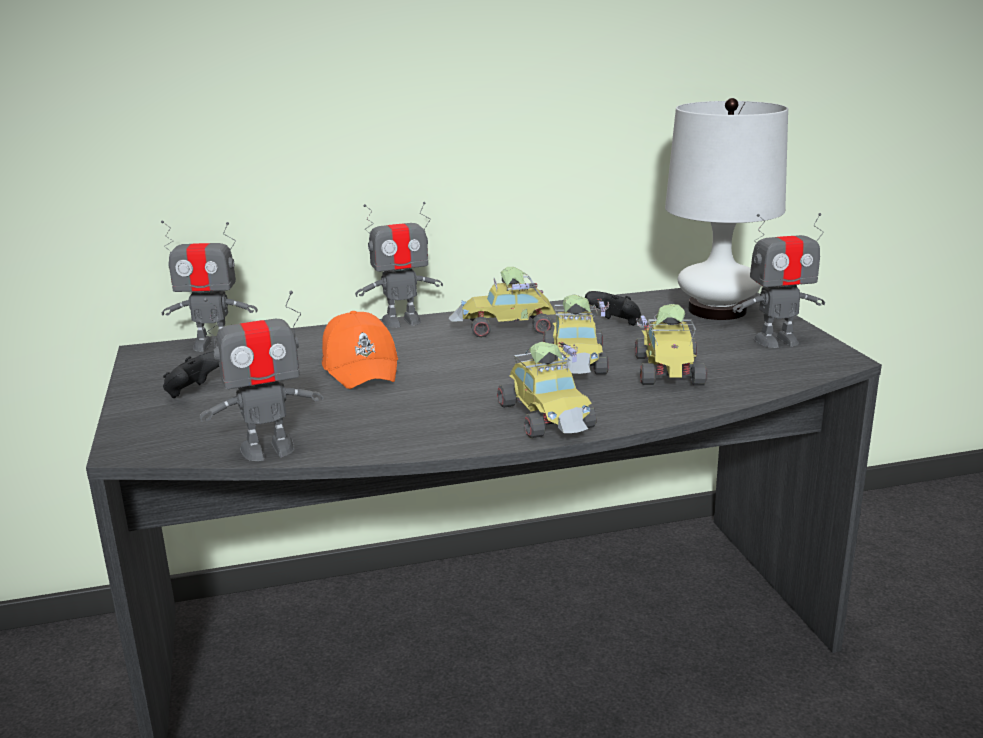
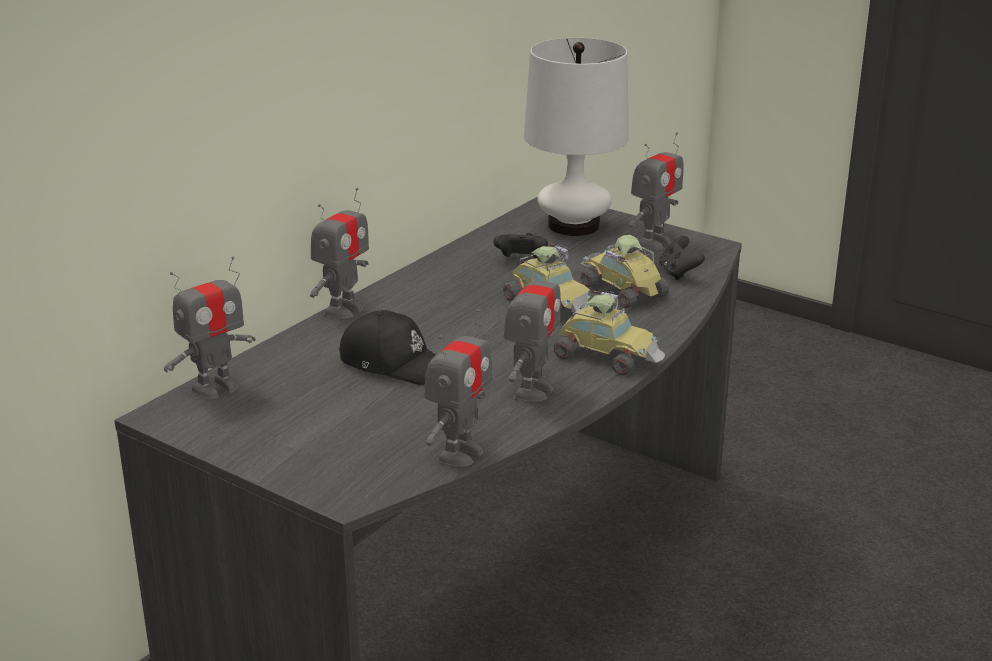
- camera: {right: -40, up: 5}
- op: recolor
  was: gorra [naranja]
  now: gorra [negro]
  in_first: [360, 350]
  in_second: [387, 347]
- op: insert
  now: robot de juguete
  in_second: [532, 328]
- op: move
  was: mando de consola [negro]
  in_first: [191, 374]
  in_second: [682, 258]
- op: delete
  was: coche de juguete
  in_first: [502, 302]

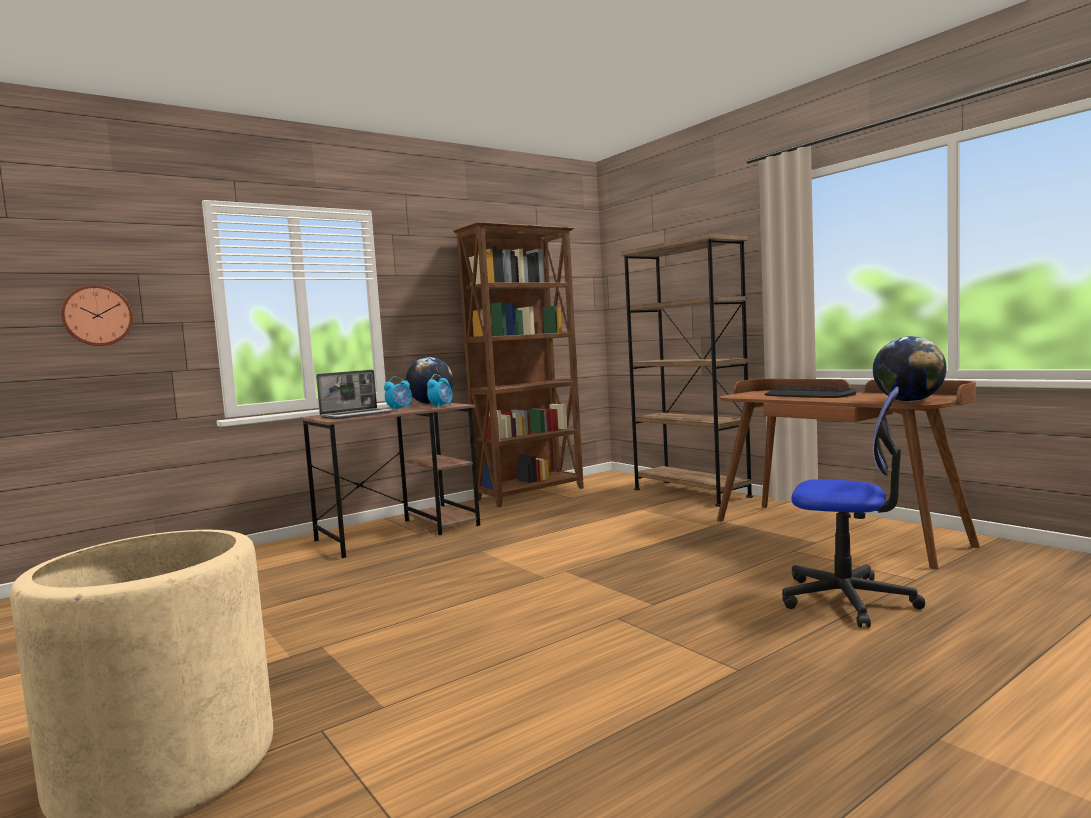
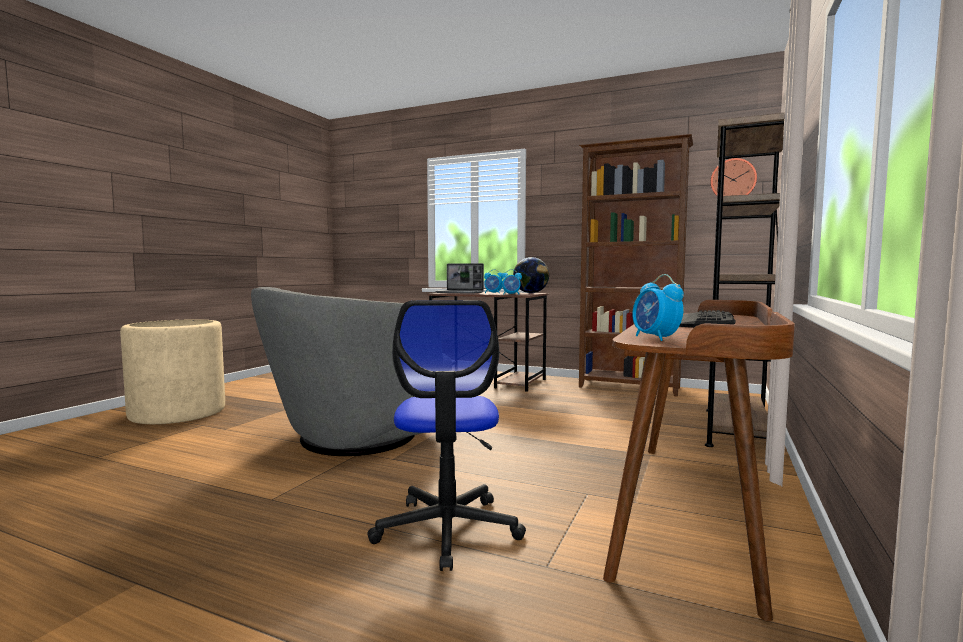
- camera: {right: 60, up: 0}
- op: insert
  now: sillón [gris]
  in_second: [336, 371]
- op: replace
  was: globo terráqueo
  now: despertador
  in_first: [910, 369]
  in_second: [658, 307]
- op: move
  was: reloj de pared
  in_first: [97, 315]
  in_second: [733, 177]

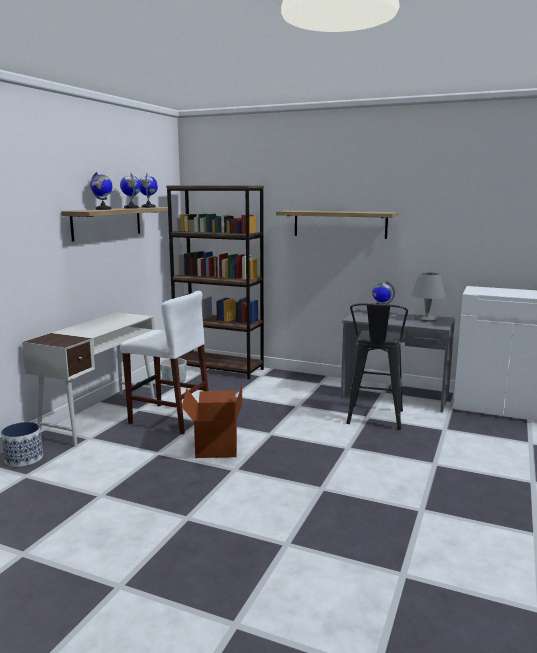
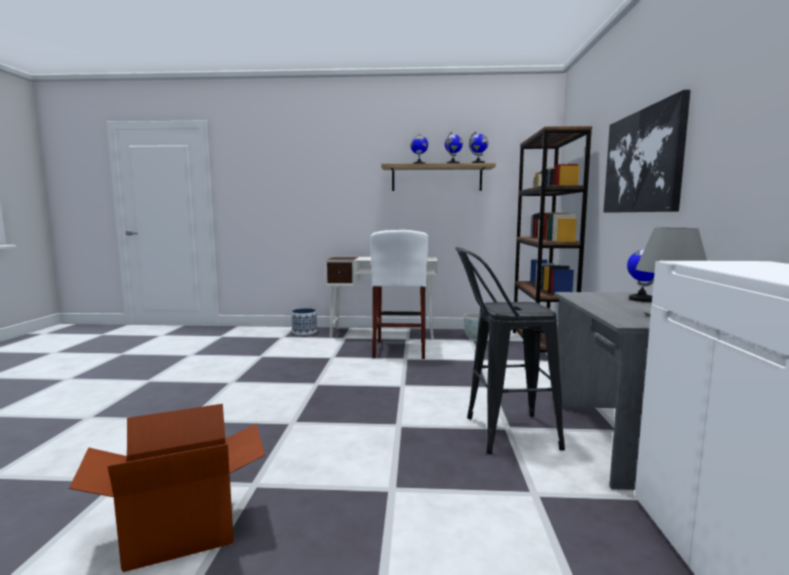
- camera: {right: 70, up: -5}
- op: move
  was: caja de cartón
  in_first: [212, 422]
  in_second: [167, 488]
- op: replace
  was: estante
  now: cuadro
  in_first: [337, 224]
  in_second: [647, 151]

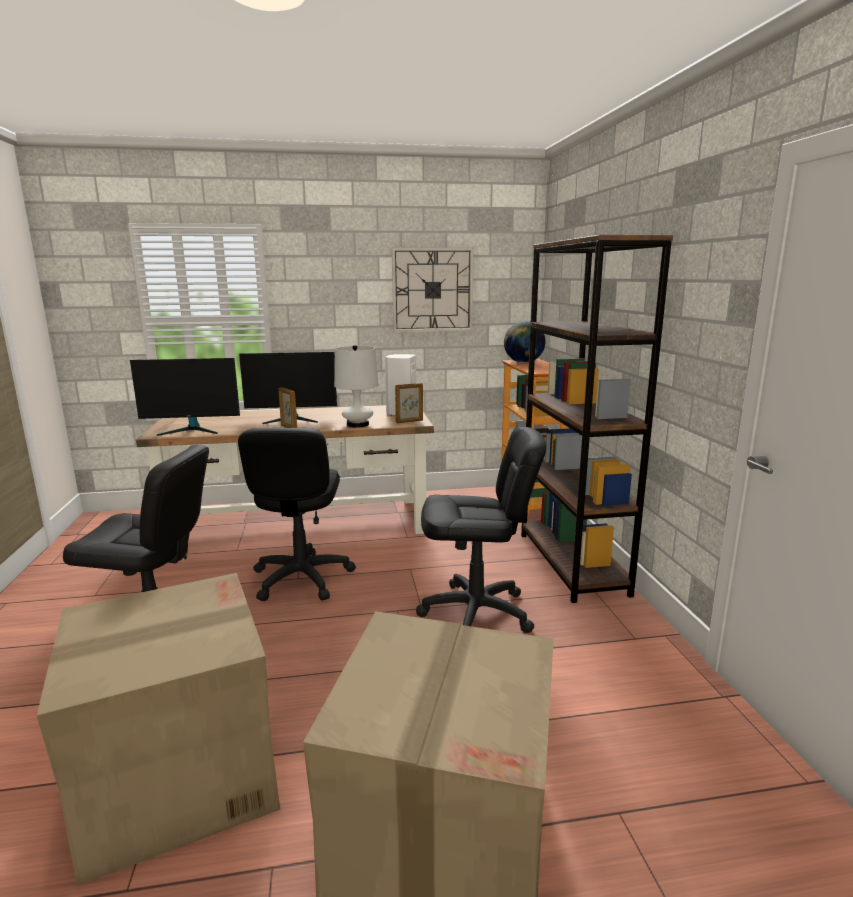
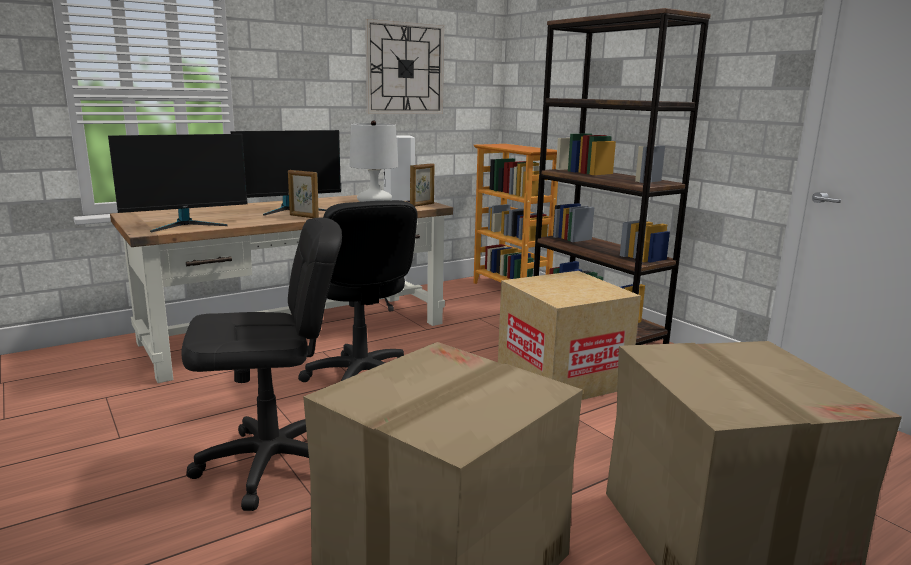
- camera: {right: -25, up: 0}
- op: replace
  was: silla de oficina [negro]
  now: caja de cartón
  in_first: [481, 530]
  in_second: [569, 335]
- op: delete
  was: globo terráqueo
  in_first: [525, 342]

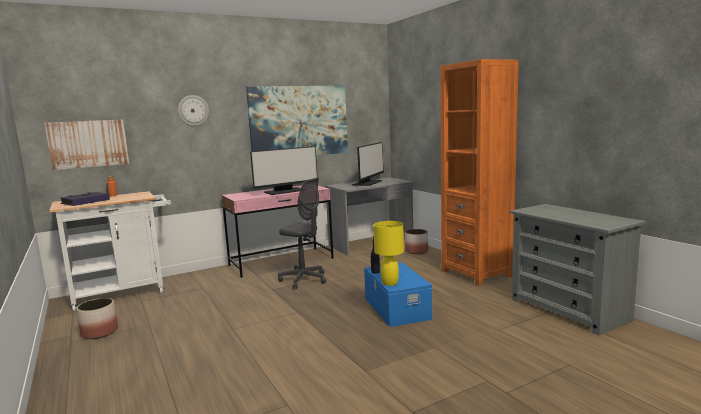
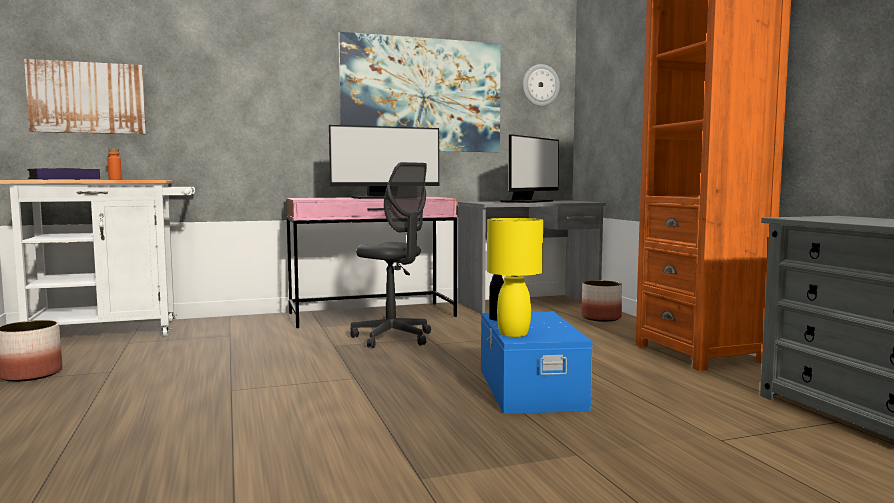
- camera: {right: 10, up: -5}
- op: move
  was: reloj de pared
  in_first: [193, 110]
  in_second: [541, 85]

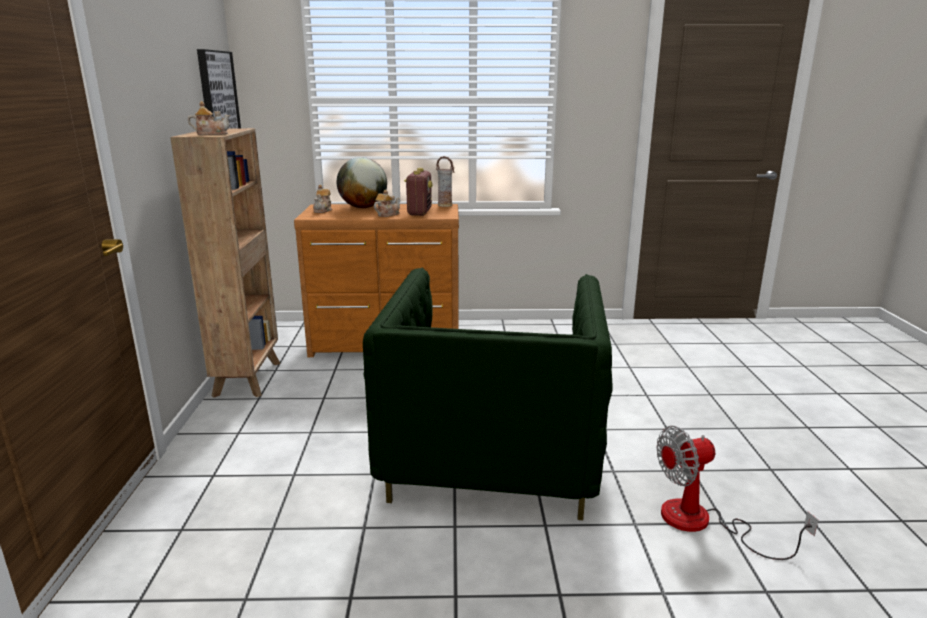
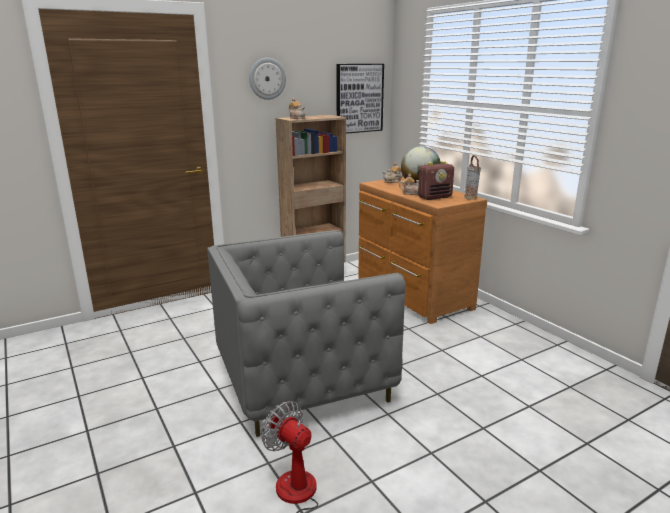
- camera: {right: 60, up: 0}
- op: recolor
  was: sillón [verde]
  now: sillón [gris]
  in_first: [488, 394]
  in_second: [306, 333]
- op: insert
  now: reloj de pared
  in_second: [267, 79]

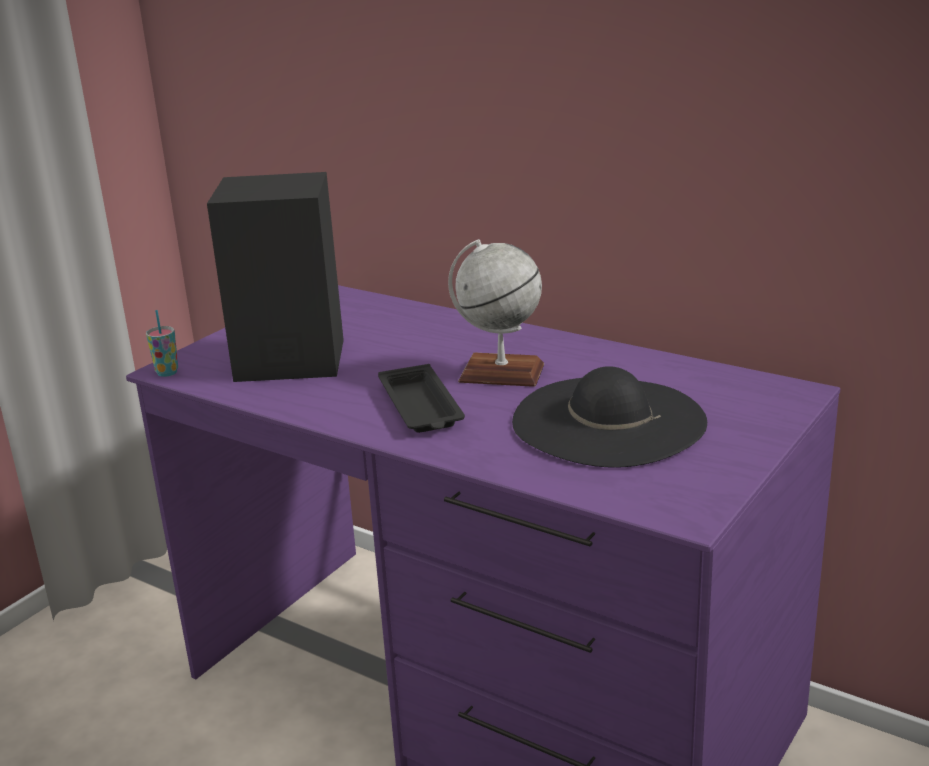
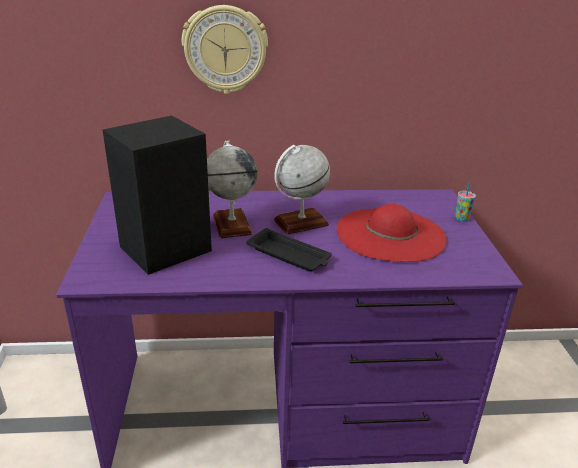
- camera: {right: -40, up: 5}
- op: insert
  now: reloj de pared
  in_second: [225, 49]
- op: insert
  now: globo terráqueo
  in_second: [232, 189]
- op: recolor
  was: sombrero [negro]
  now: sombrero [rojo]
  in_first: [609, 417]
  in_second: [392, 233]
- op: move
  was: taza
  in_first: [162, 343]
  in_second: [465, 202]

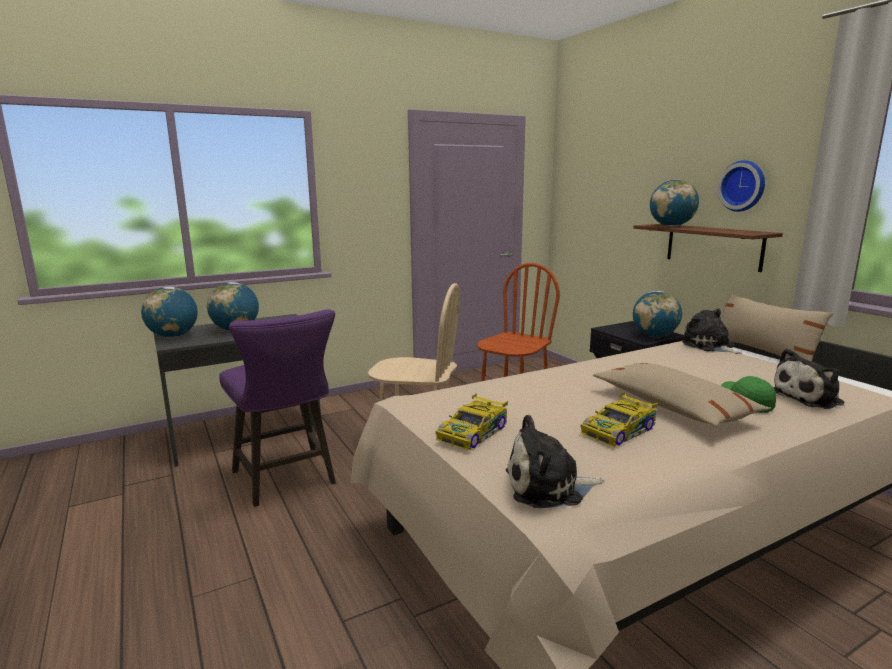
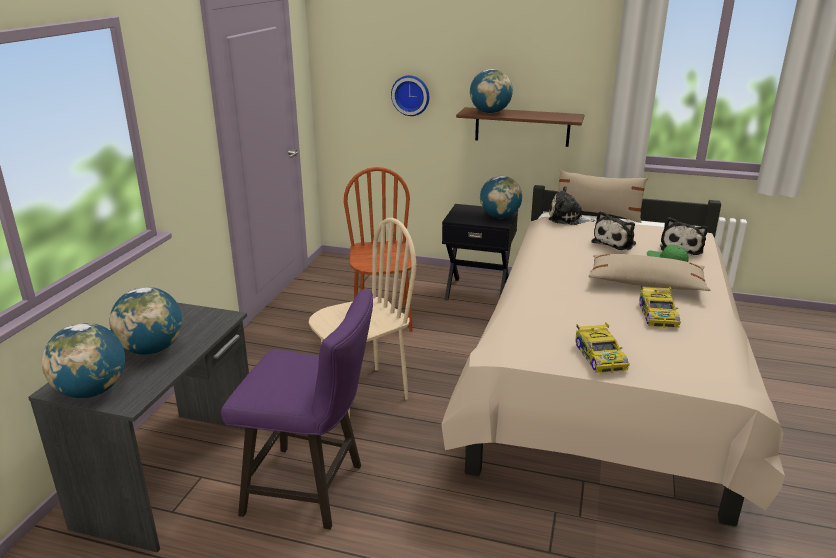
- camera: {right: -45, up: 10}
- op: move
  was: reloj de pared
  in_first: [741, 186]
  in_second: [410, 95]
- op: move
  was: peluche
  in_first: [555, 461]
  in_second: [614, 230]

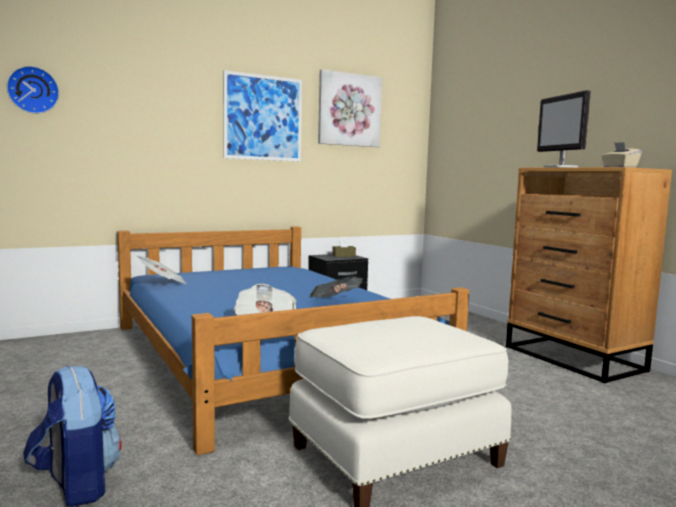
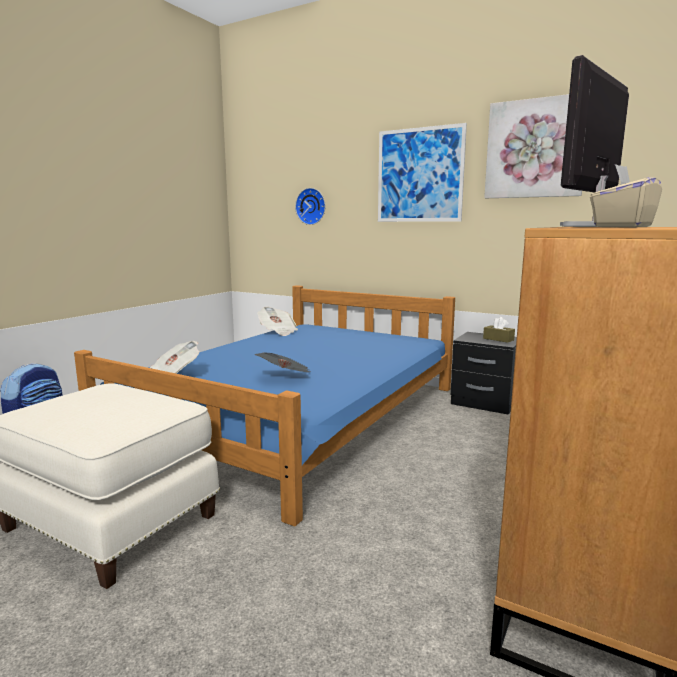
- camera: {right: 60, up: 5}
- op: move
  was: reloj de pared
  in_first: [32, 90]
  in_second: [310, 206]

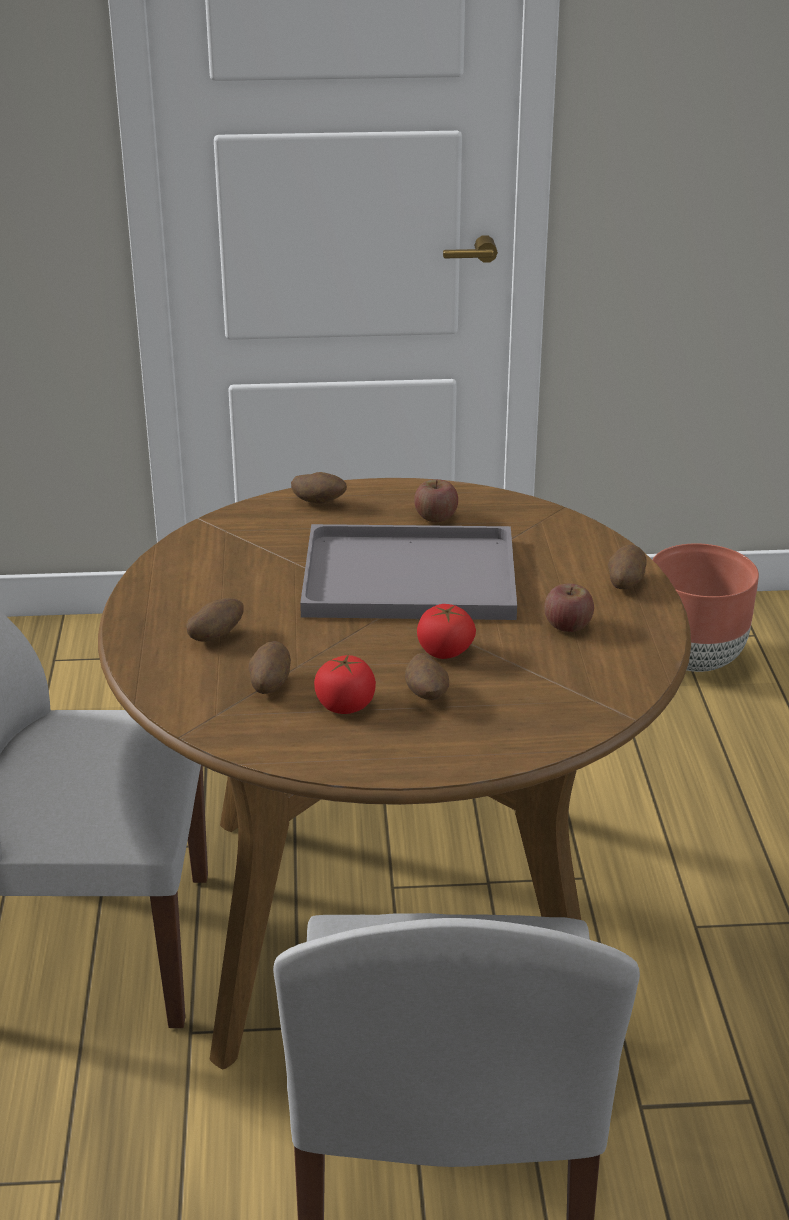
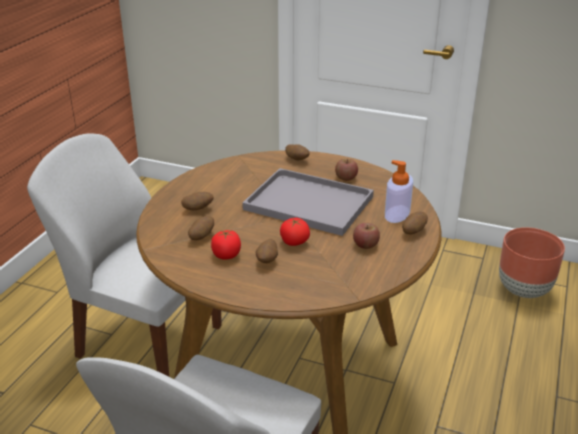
- camera: {right: 25, up: 0}
- op: insert
  now: dispensador de jabón
  in_second: [399, 191]

